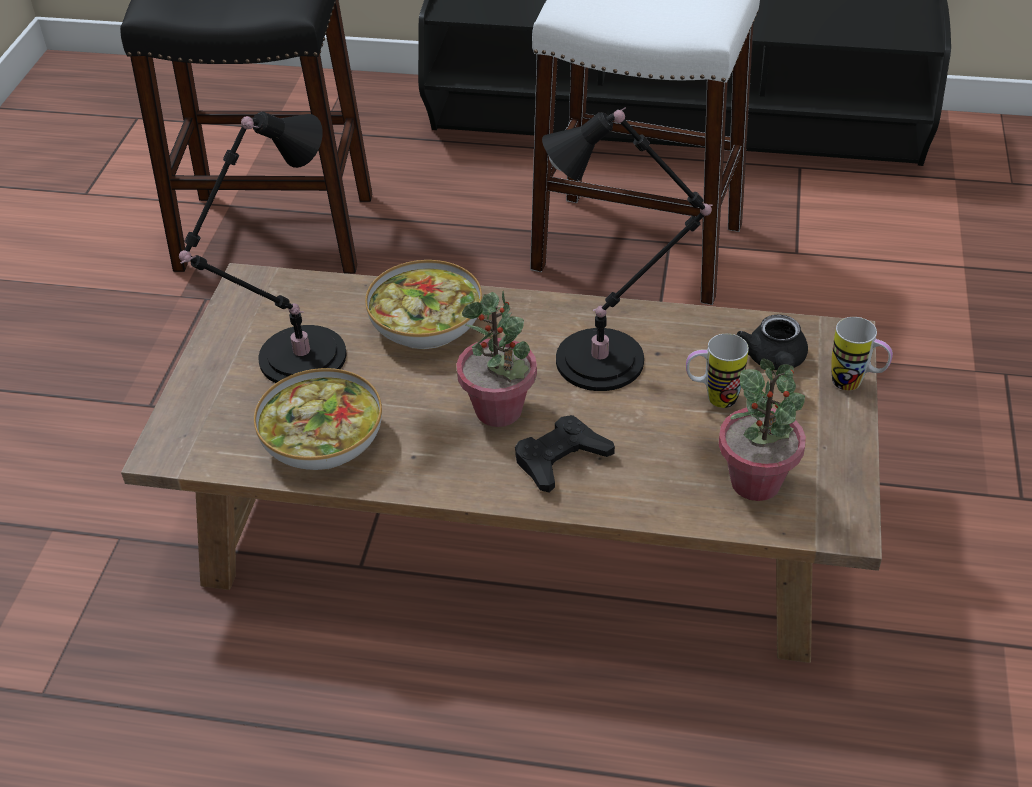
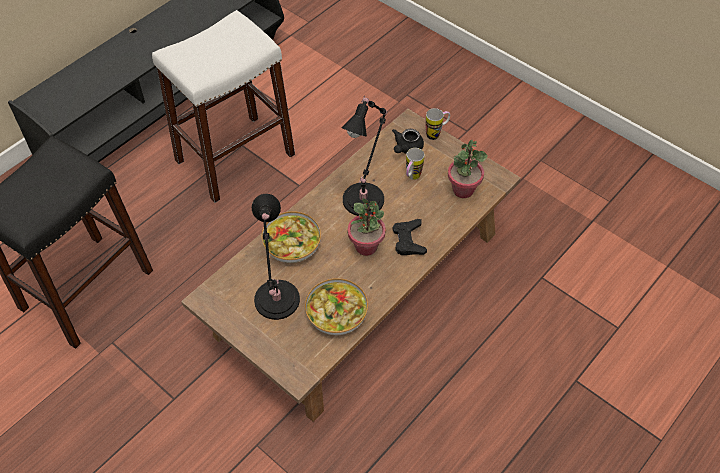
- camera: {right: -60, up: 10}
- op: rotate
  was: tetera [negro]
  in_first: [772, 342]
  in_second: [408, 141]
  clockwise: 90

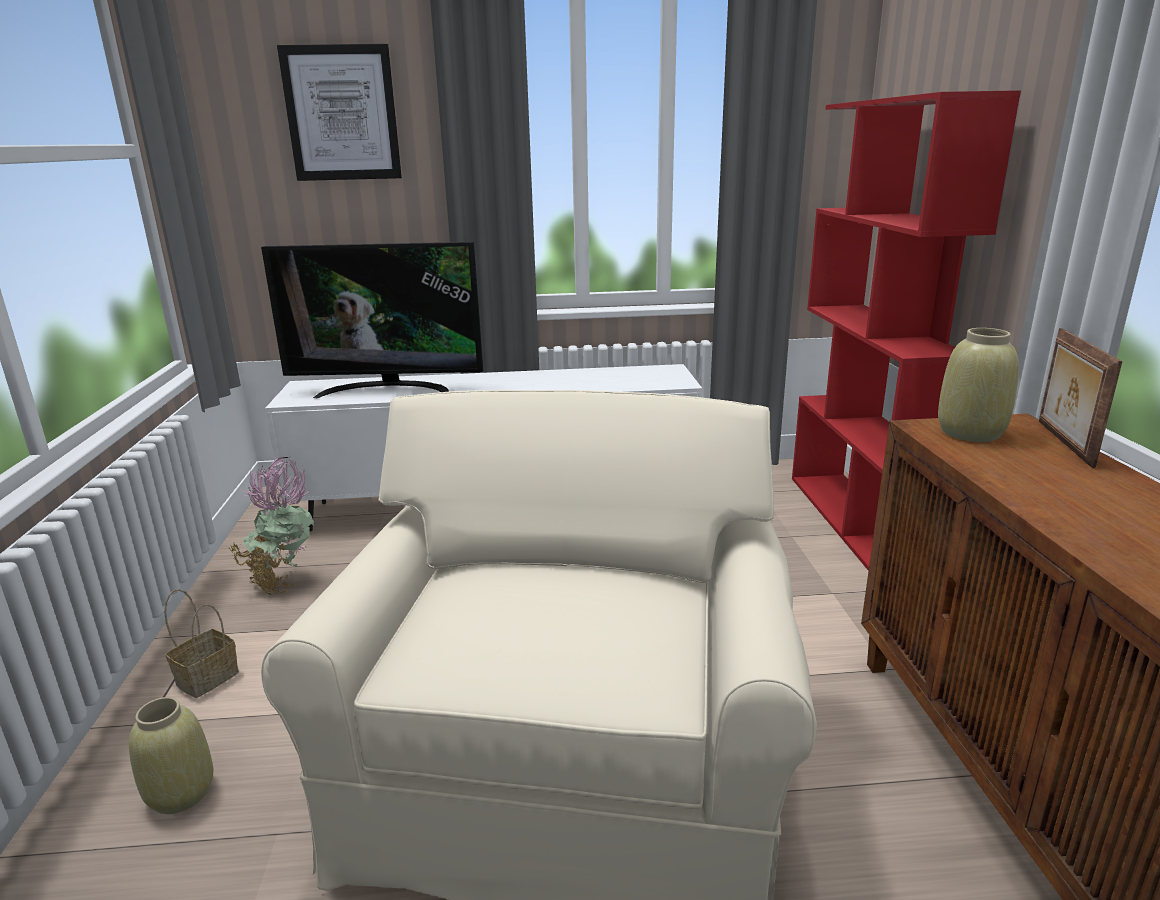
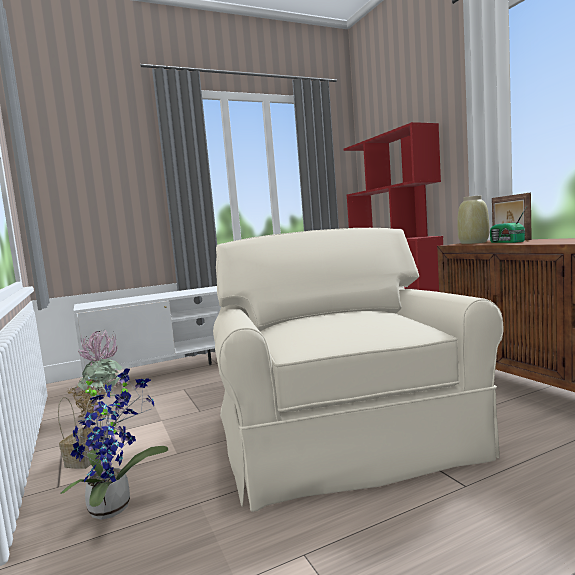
- camera: {right: -20, up: -15}
- op: replace
  was: florero [beis]
  now: planta en maceta
  in_first: [171, 755]
  in_second: [114, 444]
- op: insert
  now: radio
  in_second: [508, 224]
- op: delete
  was: televisor
  in_first: [372, 320]
- op: delete
  was: cuadro
  in_first: [339, 112]

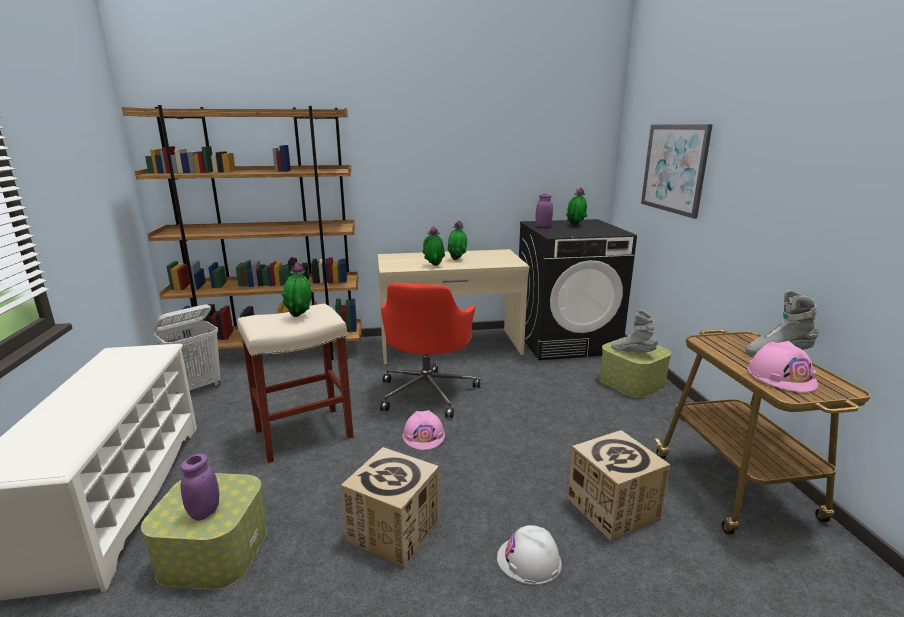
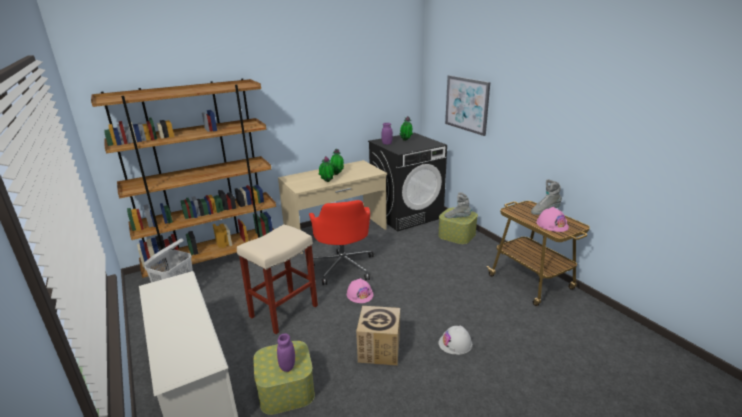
- camera: {right: -20, up: 5}
- op: delete
  was: planta en maceta
  in_first: [296, 289]
- op: delete
  was: caja de cartón
  in_first: [618, 485]

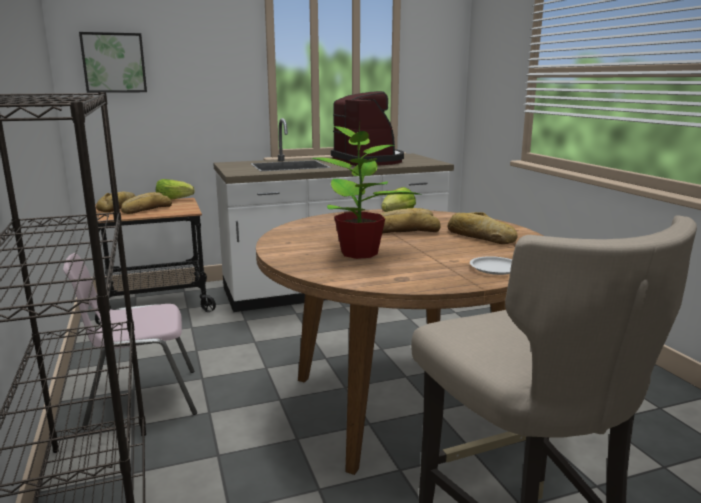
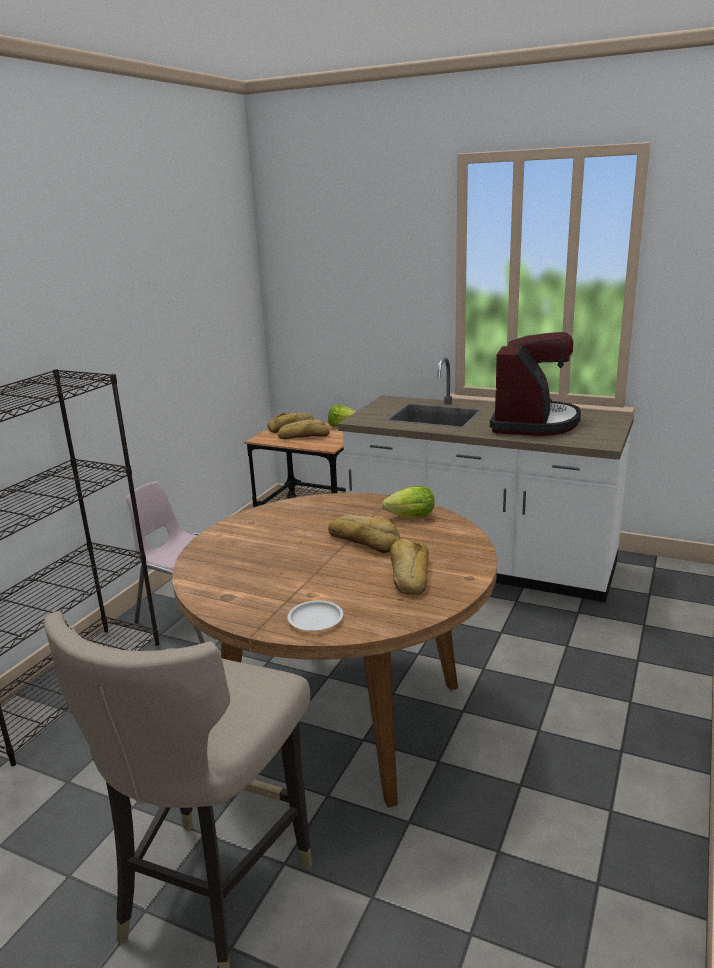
- camera: {right: 45, up: 5}
- op: delete
  was: cuadro
  in_first: [113, 62]
- op: delete
  was: planta en maceta
  in_first: [366, 189]

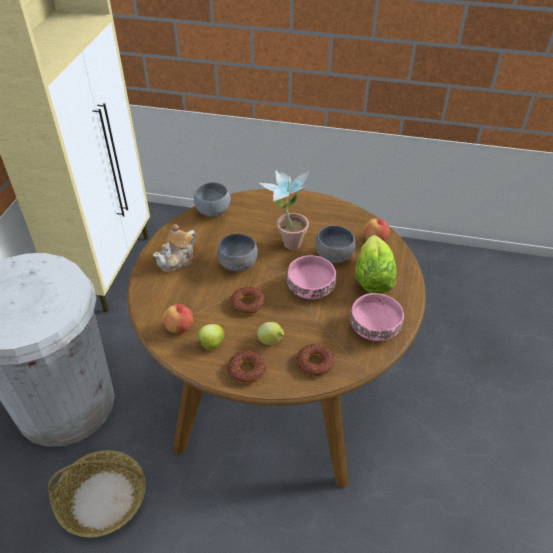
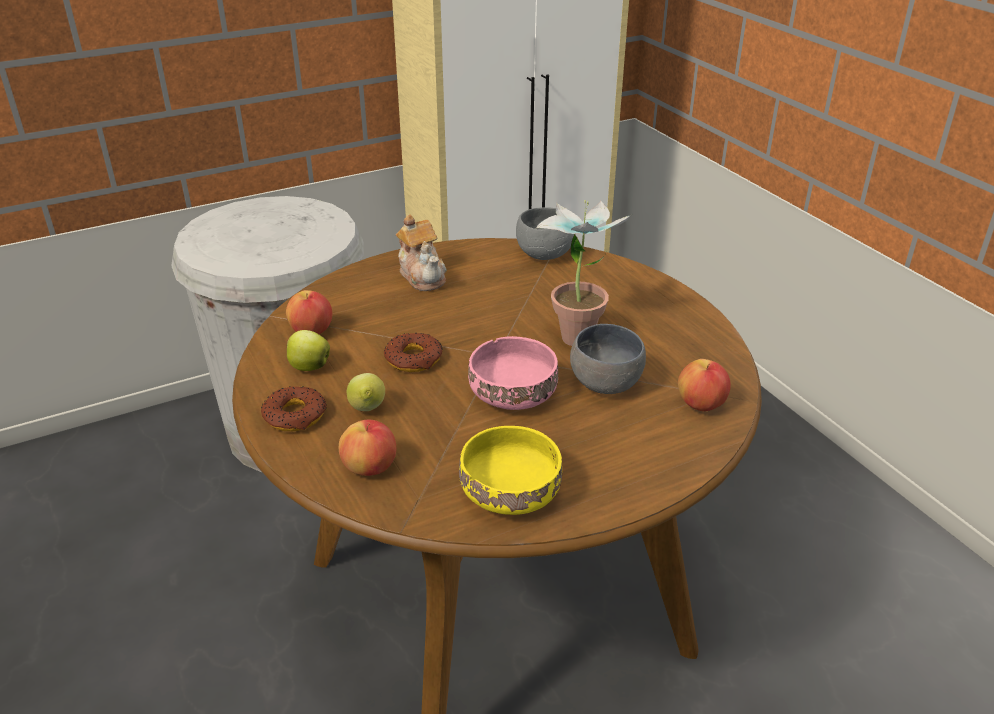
- camera: {right: 50, up: -10}
- op: replace
  was: rosquilla
  now: manzana
  in_first: [315, 360]
  in_second: [367, 448]
- op: rotate
  was: tetera
  in_first: [174, 248]
  in_second: [421, 252]
  clockwise: -120
- op: recolor
  was: cuenco [rosa]
  now: cuenco [amarillo]
  in_first: [377, 317]
  in_second: [510, 470]
- op: delete
  was: cesta
  in_first: [97, 493]
- op: delete
  was: cuenco [gris]
  in_first: [237, 252]
- op: delete
  was: lechuga
  in_first: [376, 264]

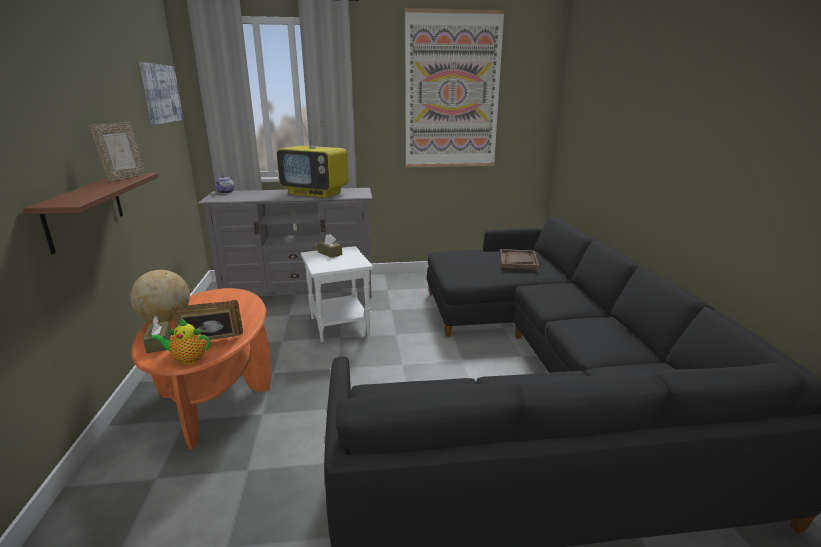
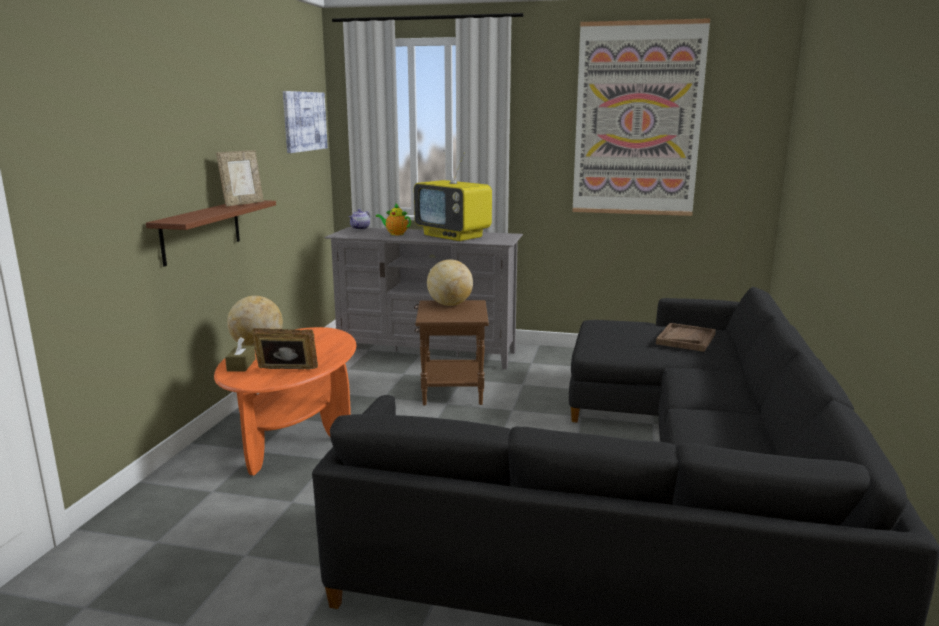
- camera: {right: 20, up: -5}
- op: move
  was: tetera
  in_first: [180, 342]
  in_second: [393, 220]
- op: recolor
  was: mesa auxiliar [blanco]
  now: mesa auxiliar [marrón]
  in_first: [337, 294]
  in_second: [452, 353]
- op: replace
  was: caja de pañuelos [marrón]
  now: globo terráqueo
  in_first: [329, 246]
  in_second: [450, 282]

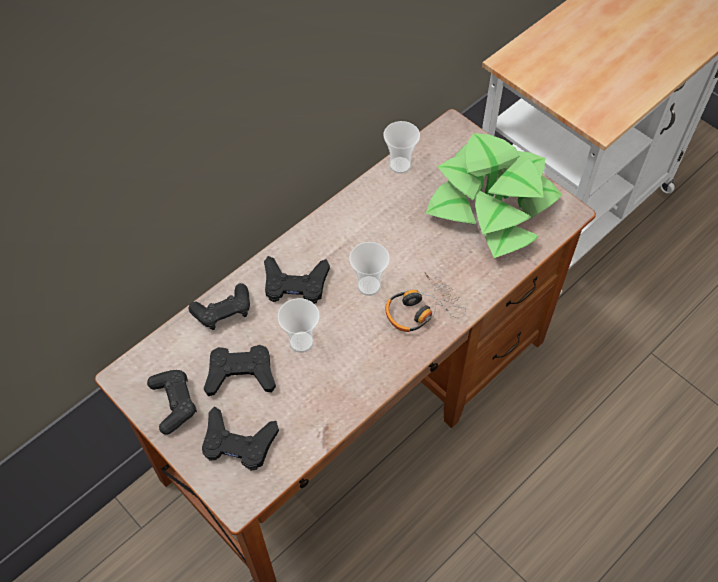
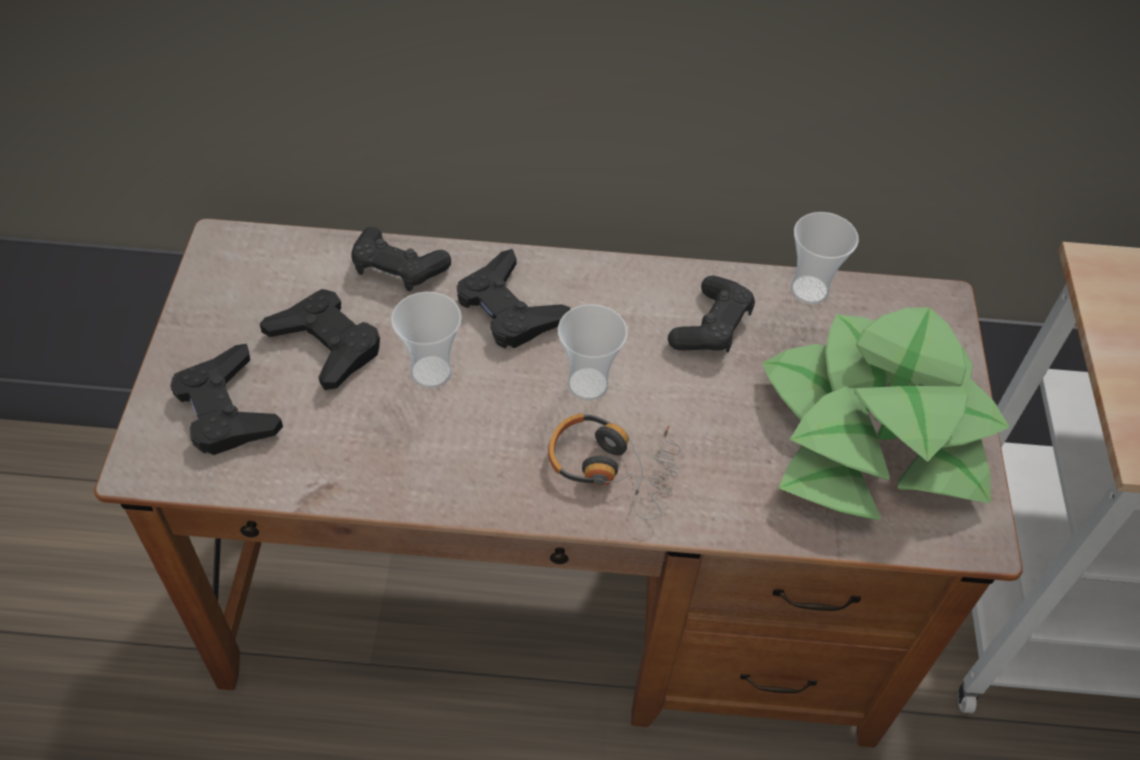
- camera: {right: 45, up: -5}
- op: move
  was: mando de consola [negro]
  in_first: [172, 402]
  in_second: [711, 313]

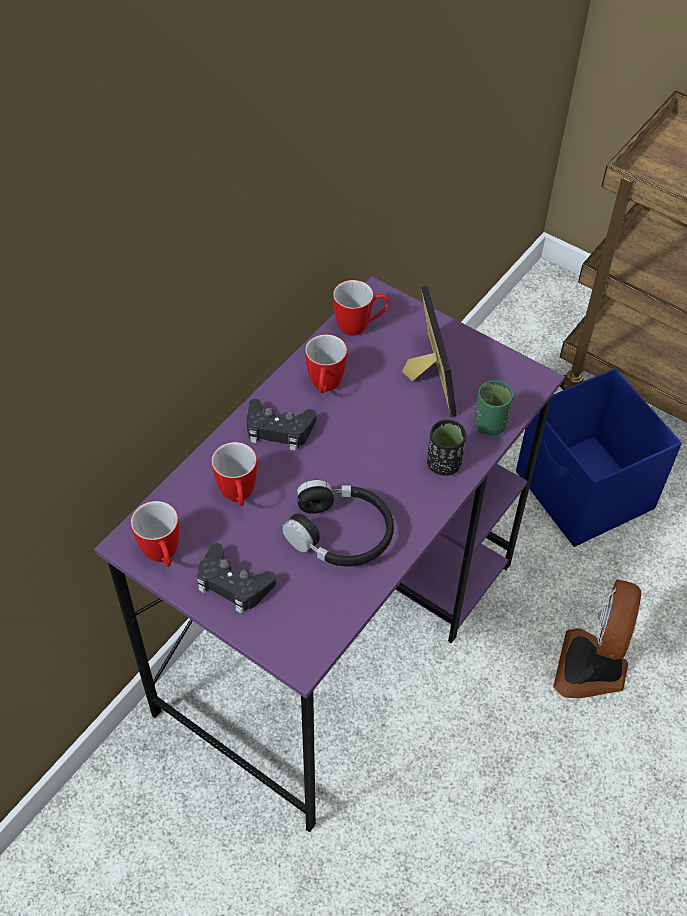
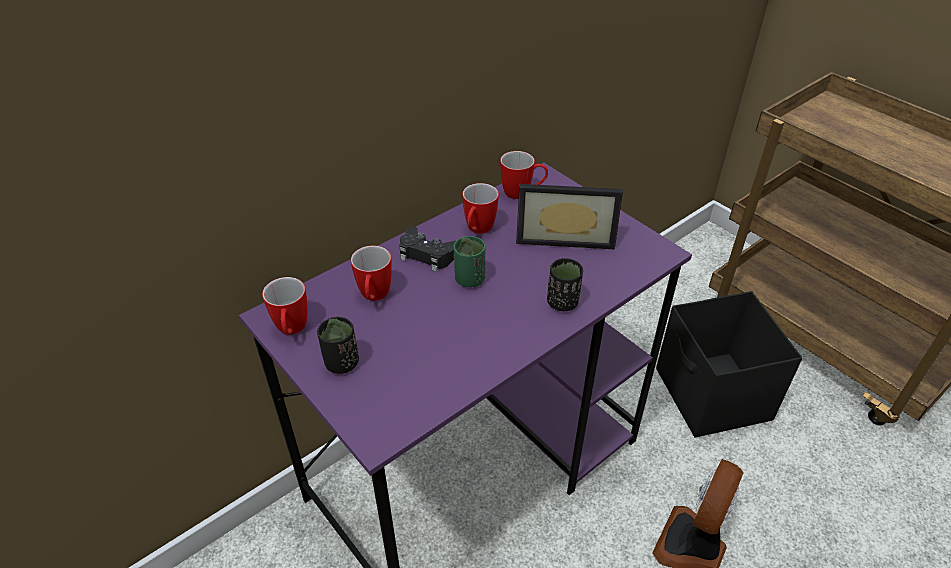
- camera: {right: 15, up: -10}
- op: replace
  was: mando de consola [negro]
  now: taza [negro]
  in_first: [236, 578]
  in_second: [338, 345]
- op: move
  was: taza [verde]
  in_first: [494, 407]
  in_second: [469, 261]
- op: rotate
  was: portarretratos
  in_first: [429, 351]
  in_second: [569, 216]
  clockwise: 90
- op: recolor
  was: caja de almacenaje [azul]
  now: caja de almacenaje [negro]
  in_first: [599, 457]
  in_second: [729, 364]
- op: delete
  was: auriculares [negro]
  in_first: [338, 523]

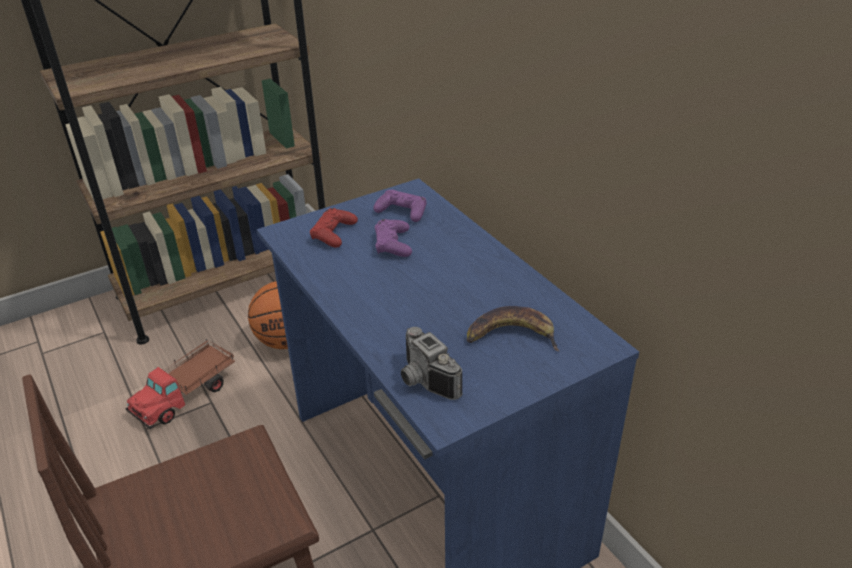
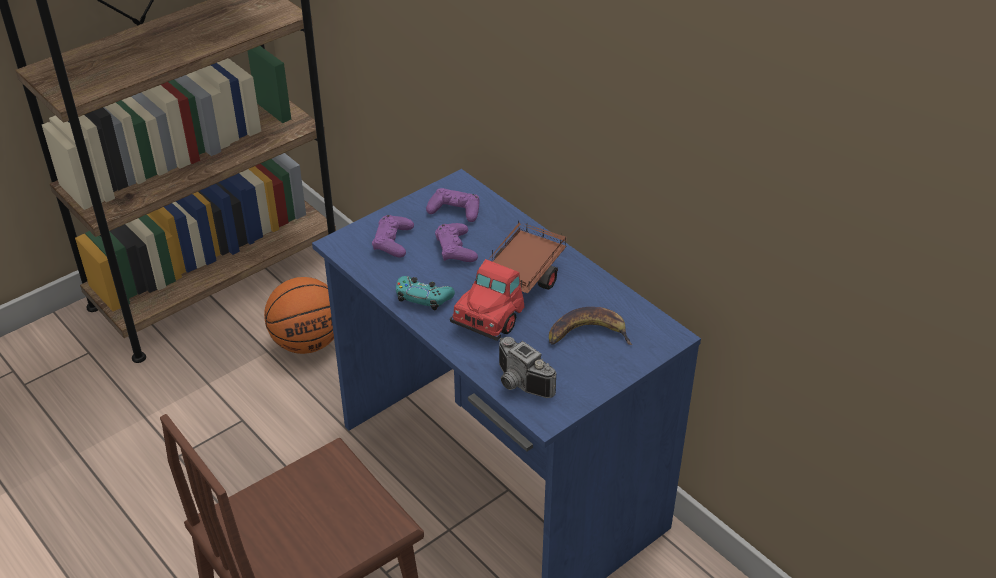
- camera: {right: -10, up: 5}
- op: recolor
  was: mando de consola [rojo]
  now: mando de consola [morado]
  in_first: [334, 228]
  in_second: [393, 236]
- op: insert
  now: mando de consola [turquesa]
  in_second: [425, 293]
- op: move
  was: camión de juguete
  in_first: [180, 384]
  in_second: [508, 281]

